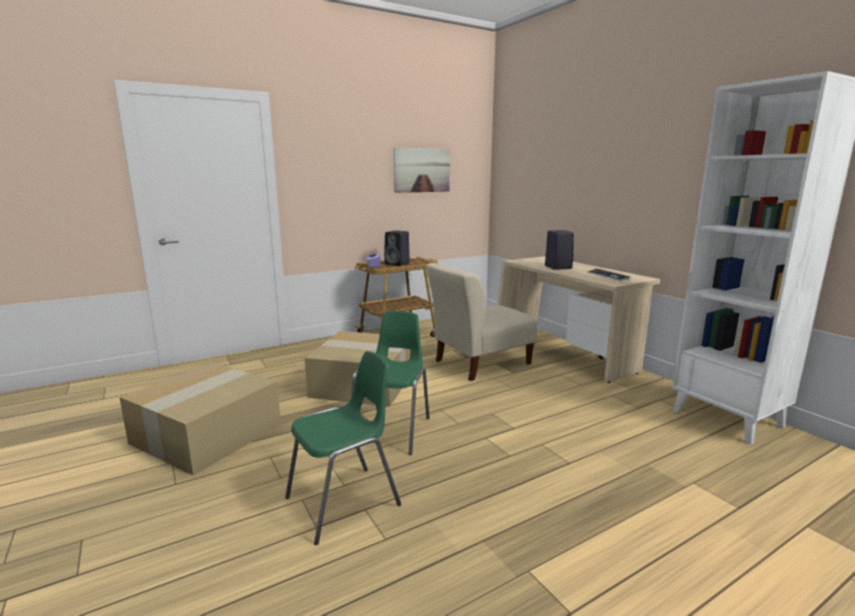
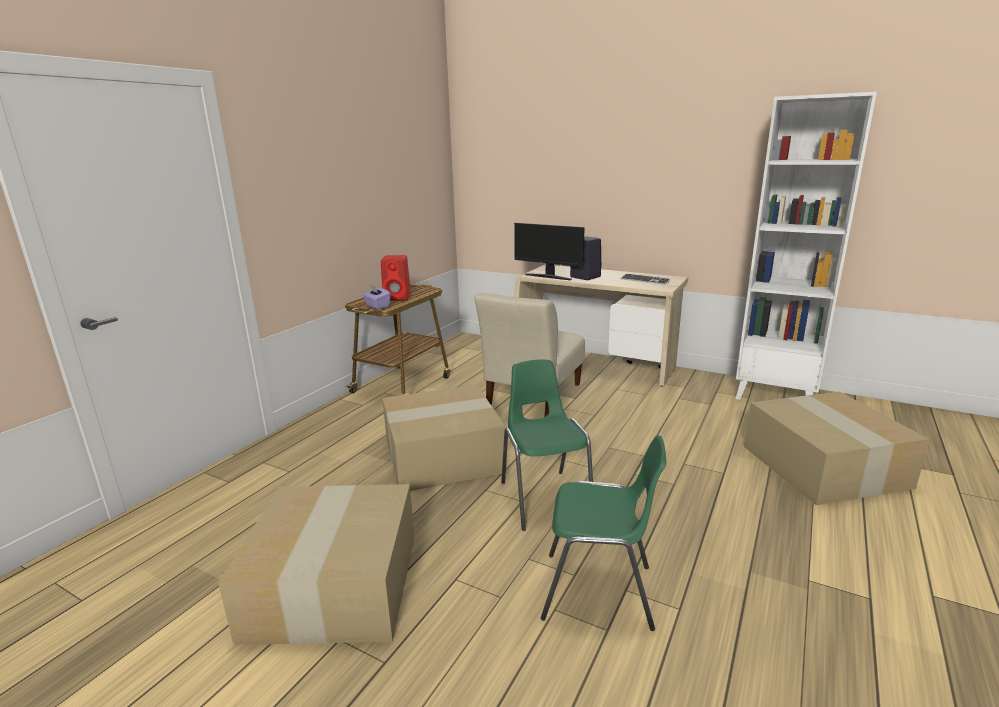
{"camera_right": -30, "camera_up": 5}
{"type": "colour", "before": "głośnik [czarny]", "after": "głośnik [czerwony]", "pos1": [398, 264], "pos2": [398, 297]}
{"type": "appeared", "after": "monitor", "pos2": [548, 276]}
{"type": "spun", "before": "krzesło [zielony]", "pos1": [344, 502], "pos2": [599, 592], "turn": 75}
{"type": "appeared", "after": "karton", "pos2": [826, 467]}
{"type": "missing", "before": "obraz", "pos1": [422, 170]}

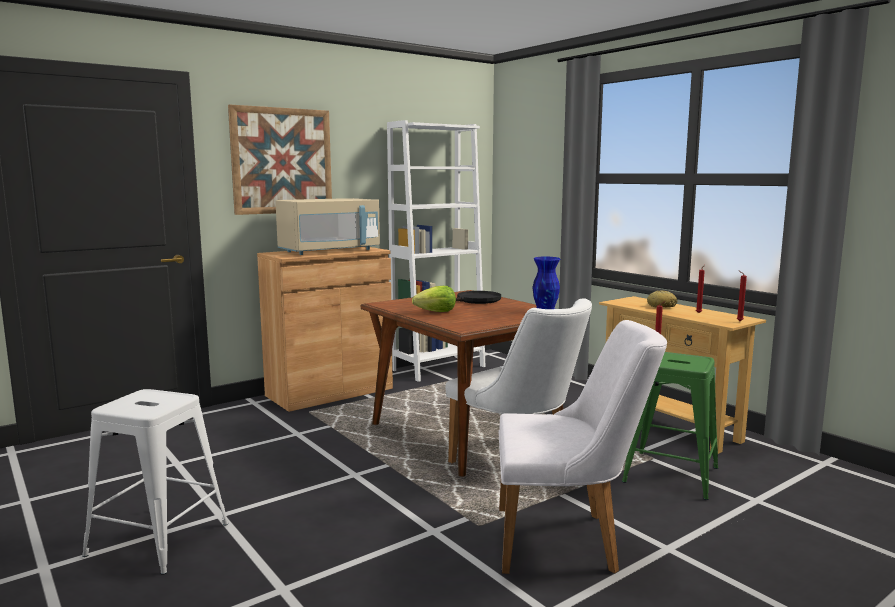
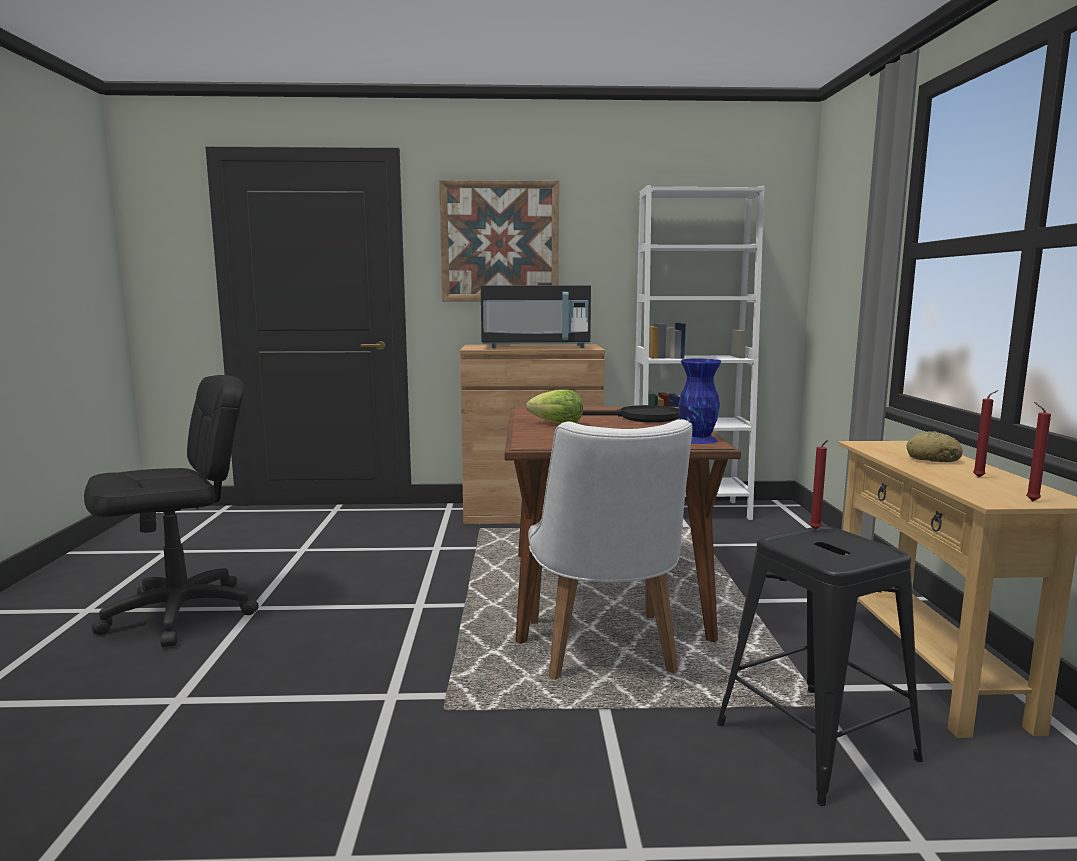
{"camera_right": 35, "camera_up": 0}
{"type": "exchanged", "before": "stołek [biały]", "after": "krzesło biurowe [czarny]", "pos1": [157, 539], "pos2": [181, 614]}
{"type": "colour", "before": "mikrofalówka [beżowy]", "after": "mikrofalówka [czarny]", "pos1": [329, 251], "pos2": [535, 347]}
{"type": "colour", "before": "stołek [zielony]", "after": "stołek [czarny]", "pos1": [670, 475], "pos2": [814, 741]}
{"type": "missing", "before": "krzesło [biały]", "pos1": [568, 541]}

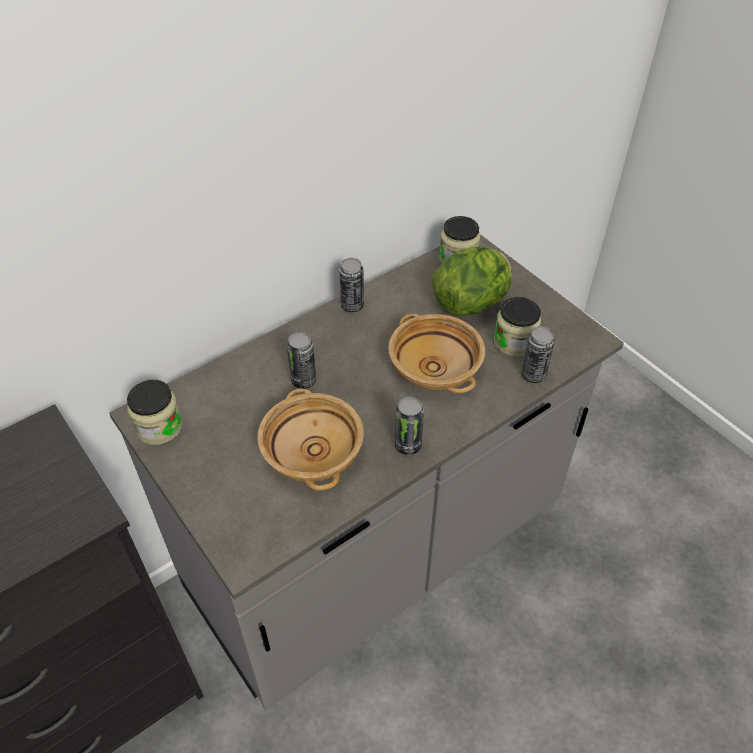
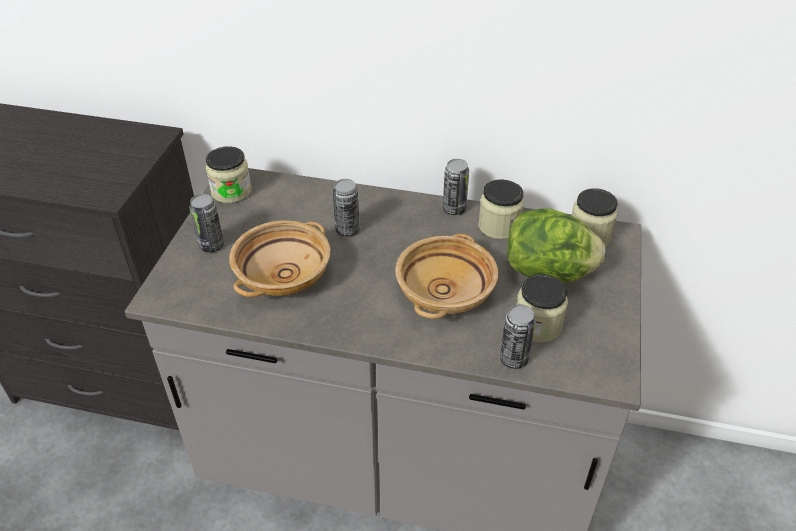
{"camera_right": 50, "camera_up": -5}
{"type": "relocated", "before": "puszka", "pos1": [408, 445], "pos2": [211, 245]}
{"type": "appeared", "after": "słoik", "pos2": [499, 226]}

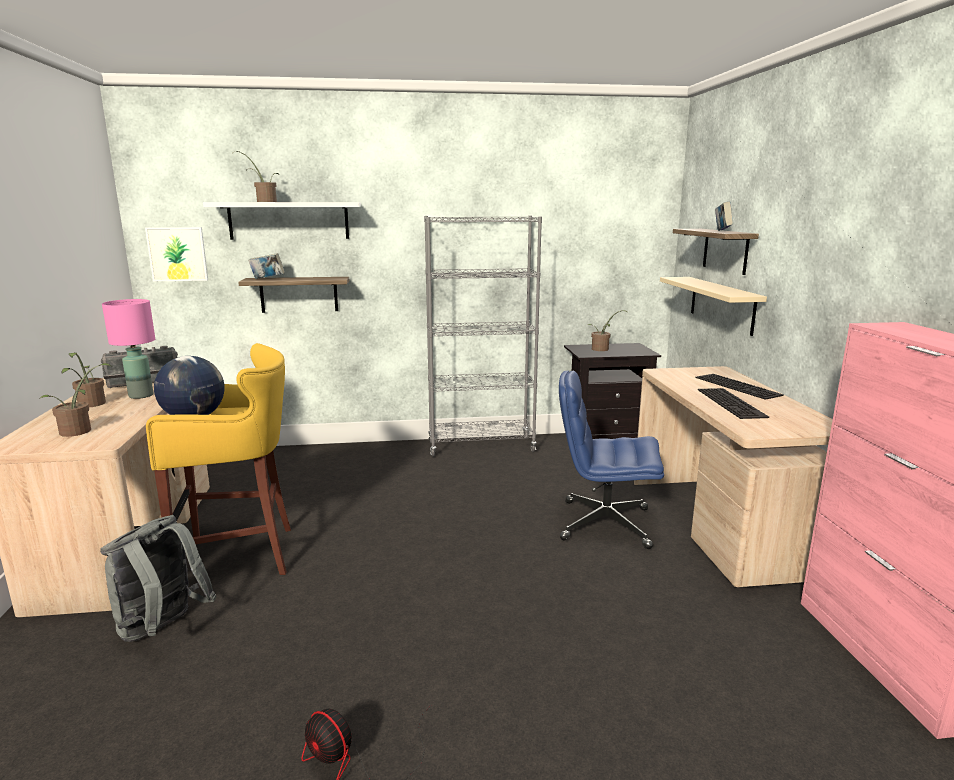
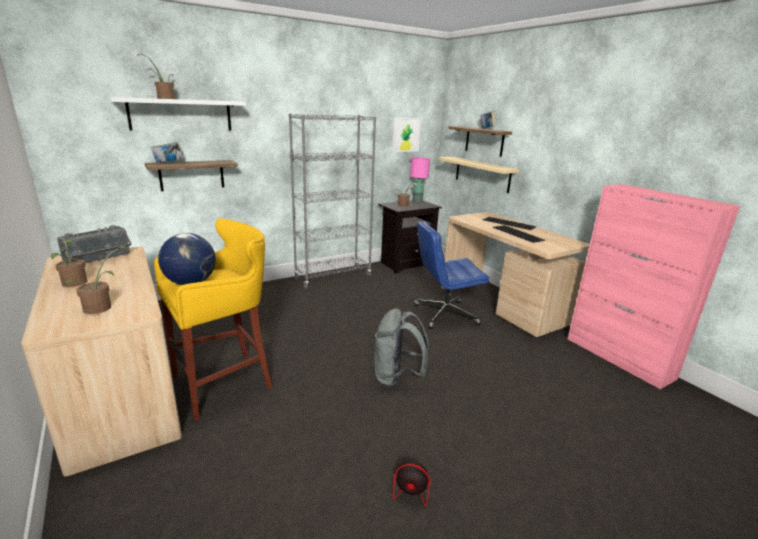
{"camera_right": -25, "camera_up": 5}
{"type": "relocated", "before": "plecak [szary]", "pos1": [162, 629], "pos2": [397, 377]}
{"type": "relocated", "before": "obraz", "pos1": [177, 254], "pos2": [405, 134]}
{"type": "relocated", "before": "lampa stołowa [różowy]", "pos1": [140, 395], "pos2": [417, 202]}

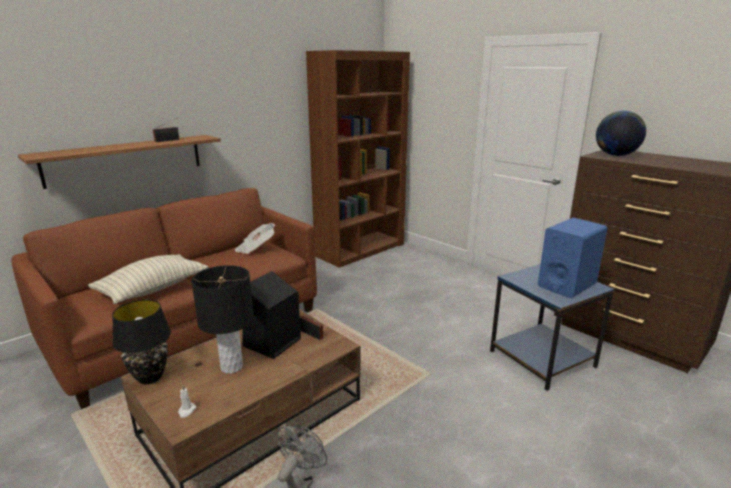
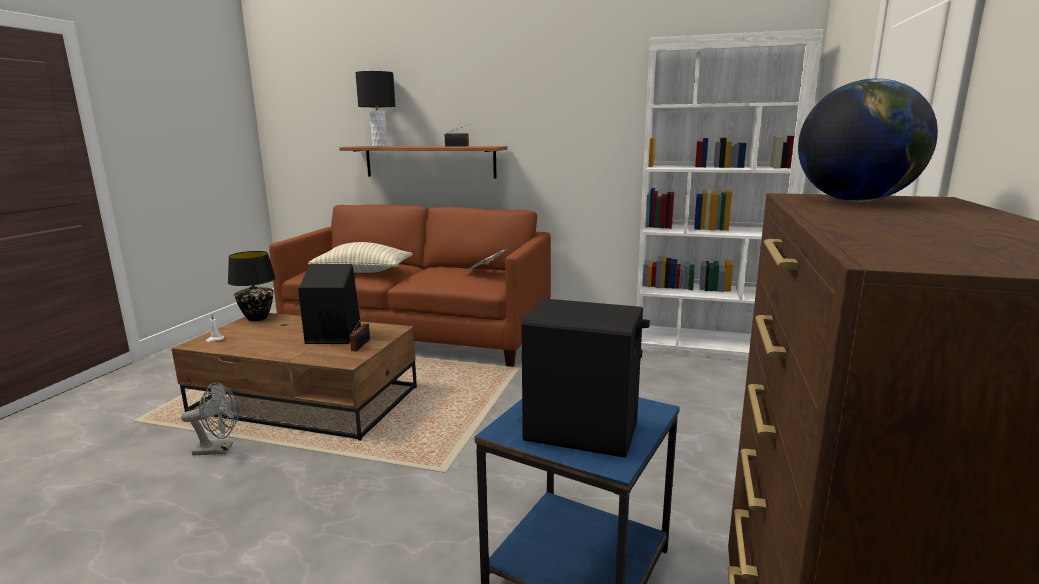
{"camera_right": 60, "camera_up": -5}
{"type": "relocated", "before": "lampa stołowa [czarny]", "pos1": [231, 367], "pos2": [379, 146]}
{"type": "colour", "before": "głośnik [niebieski]", "after": "głośnik [czarny]", "pos1": [567, 285], "pos2": [582, 432]}
{"type": "colour", "before": "regał [brązowy]", "after": "regał [biały]", "pos1": [361, 250], "pos2": [705, 346]}

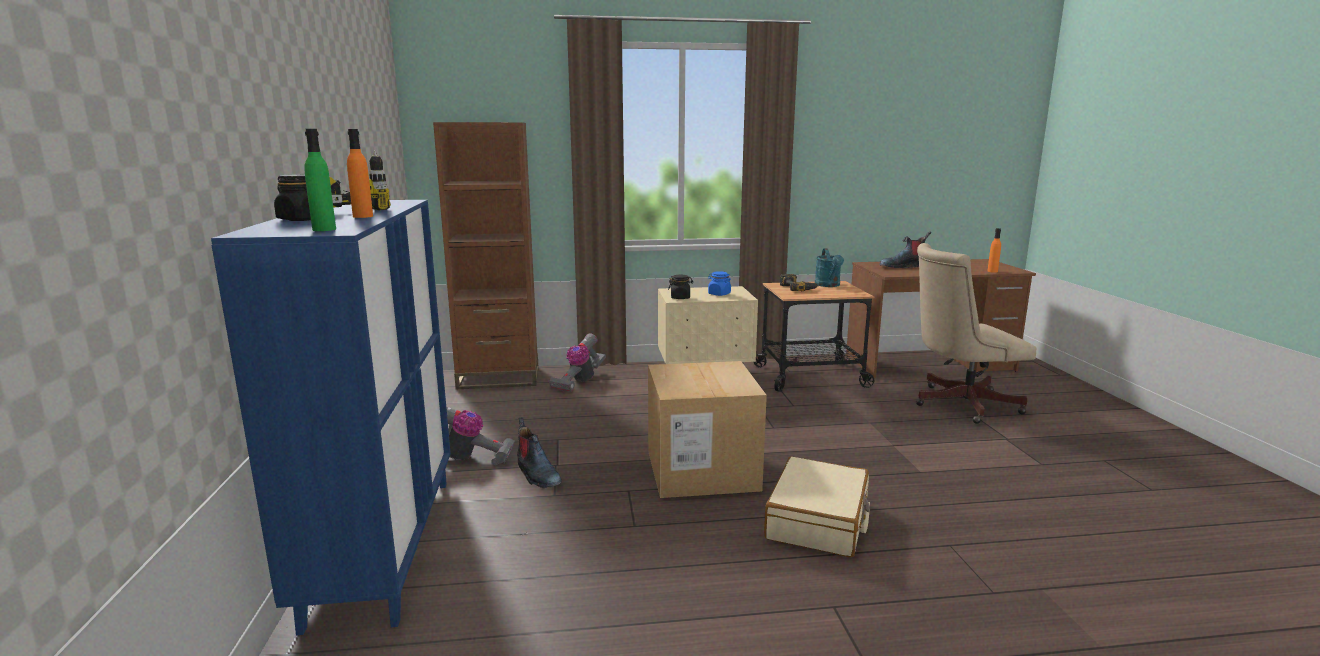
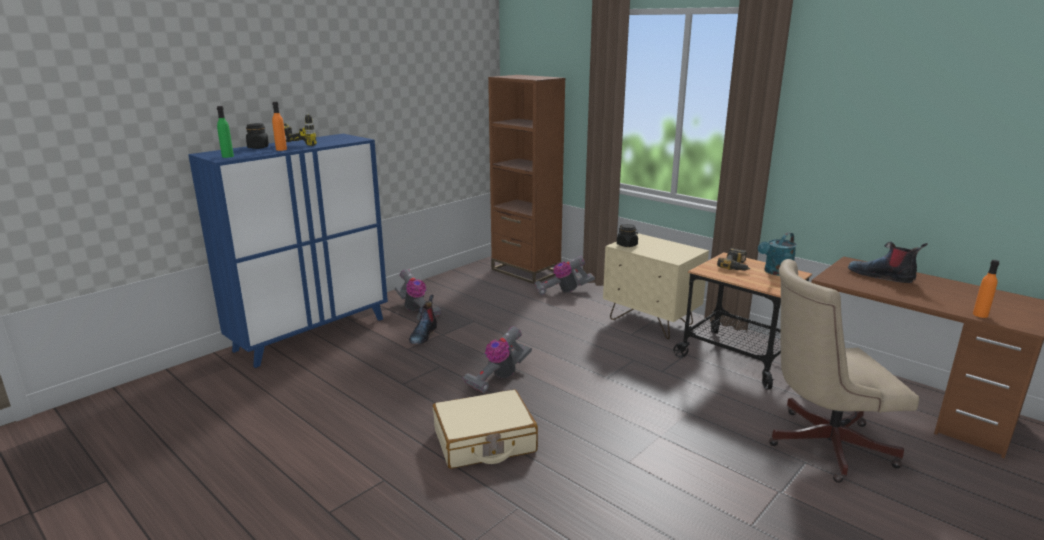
{"camera_right": 50, "camera_up": 5}
{"type": "exchanged", "before": "karton", "after": "odkurzacz", "pos1": [702, 470], "pos2": [499, 377]}
{"type": "spun", "before": "krzesło biurowe [beżowy]", "pos1": [958, 404], "pos2": [820, 444], "turn": -45}
{"type": "missing", "before": "słoik [niebieski]", "pos1": [719, 294]}

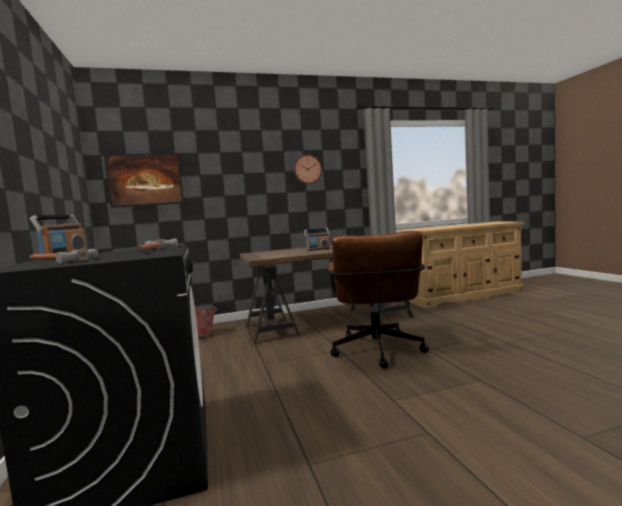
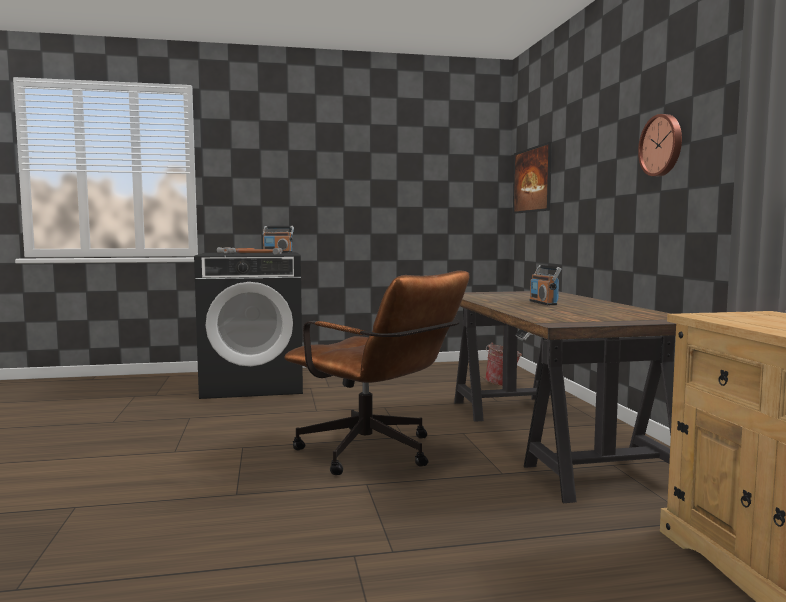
{"camera_right": 95, "camera_up": 0}
{"type": "spun", "before": "krzesło biurowe [brązowy]", "pos1": [378, 353], "pos2": [376, 454], "turn": -150}

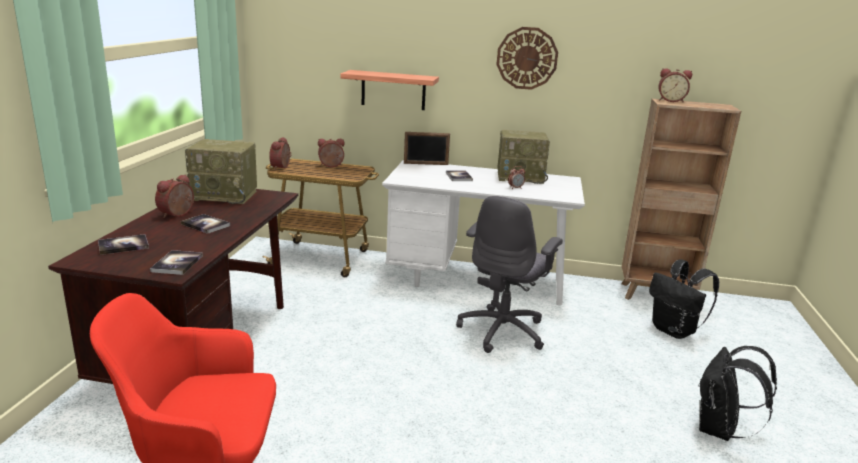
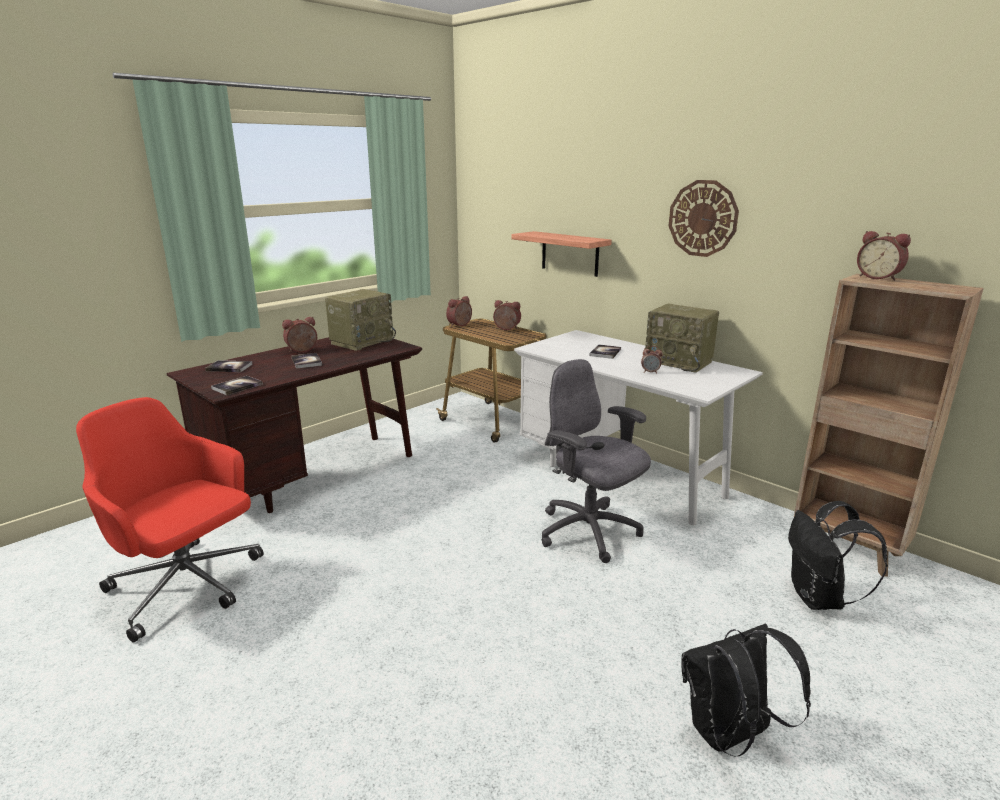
{"camera_right": 35, "camera_up": 0}
{"type": "spun", "before": "radio", "pos1": [226, 195], "pos2": [362, 341], "turn": -90}
{"type": "spun", "before": "krzesło biurowe [szary]", "pos1": [503, 331], "pos2": [589, 533], "turn": 75}
{"type": "missing", "before": "ramka na zdjęcie", "pos1": [426, 164]}

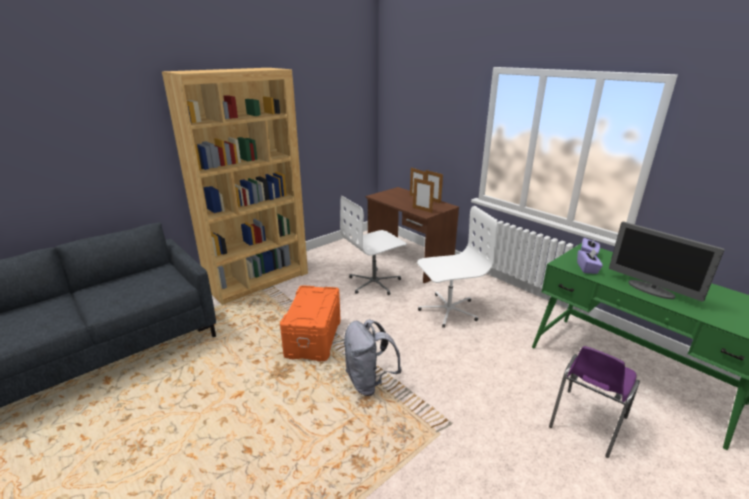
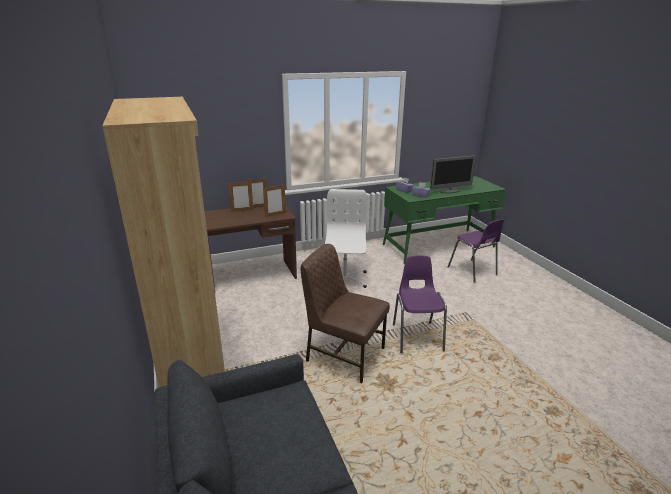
{"camera_right": -70, "camera_up": 0}
{"type": "exchanged", "before": "pojemnik do przechowywania [pomarańczowy]", "after": "krzesło [brązowy]", "pos1": [314, 337], "pos2": [344, 354]}
{"type": "exchanged", "before": "plecak [szary]", "after": "krzesło [fioletowy]", "pos1": [369, 382], "pos2": [416, 336]}
{"type": "missing", "before": "krzesło biurowe [biały]", "pos1": [374, 283]}

